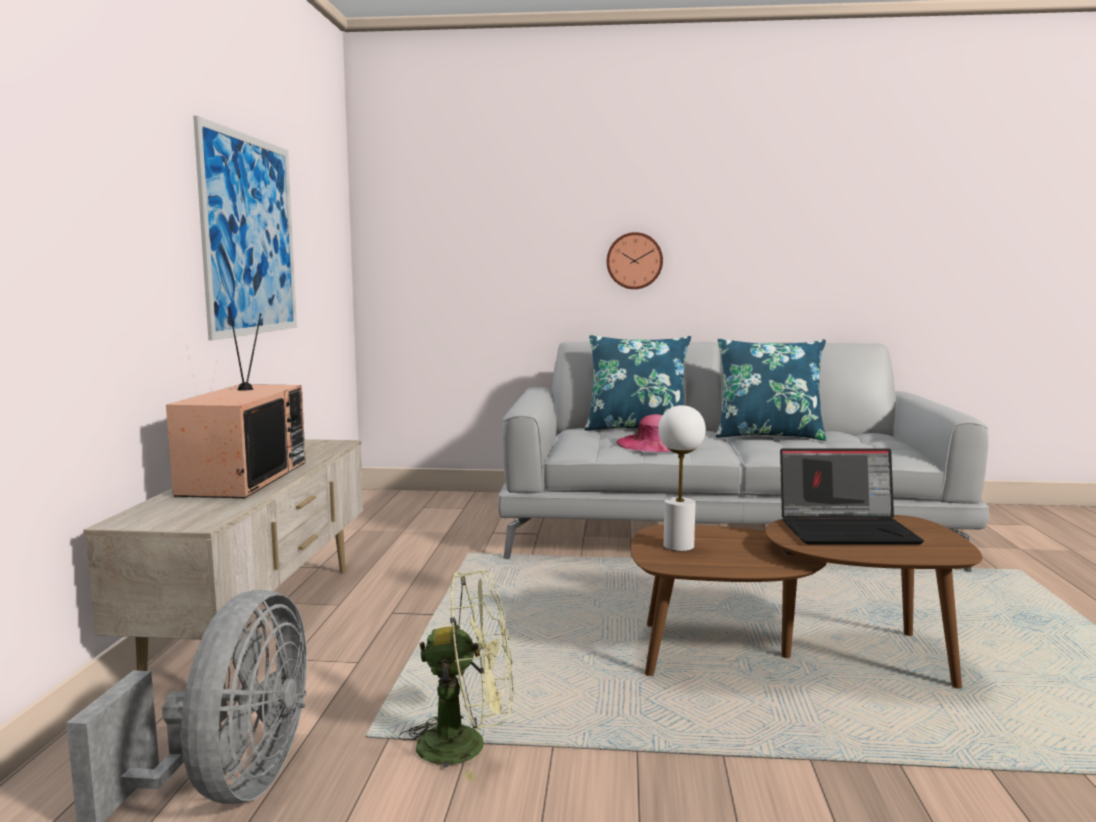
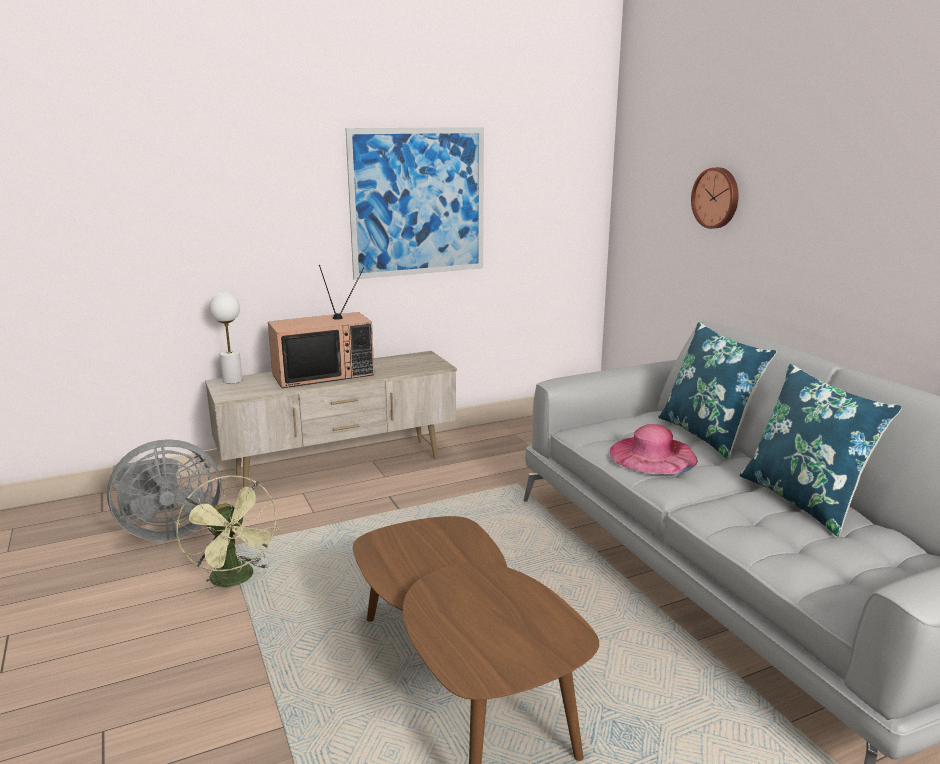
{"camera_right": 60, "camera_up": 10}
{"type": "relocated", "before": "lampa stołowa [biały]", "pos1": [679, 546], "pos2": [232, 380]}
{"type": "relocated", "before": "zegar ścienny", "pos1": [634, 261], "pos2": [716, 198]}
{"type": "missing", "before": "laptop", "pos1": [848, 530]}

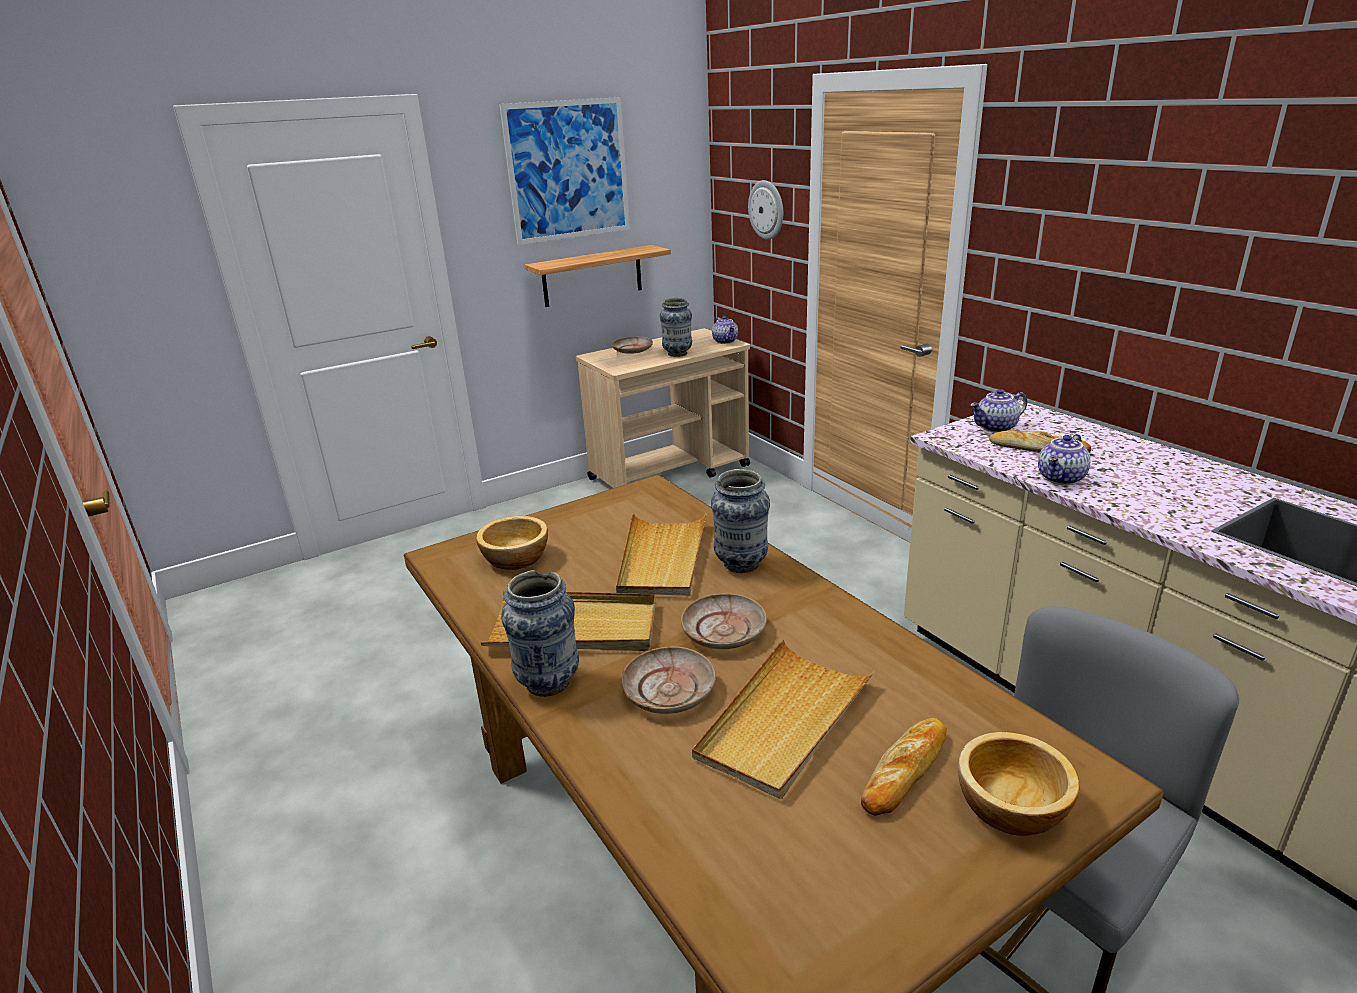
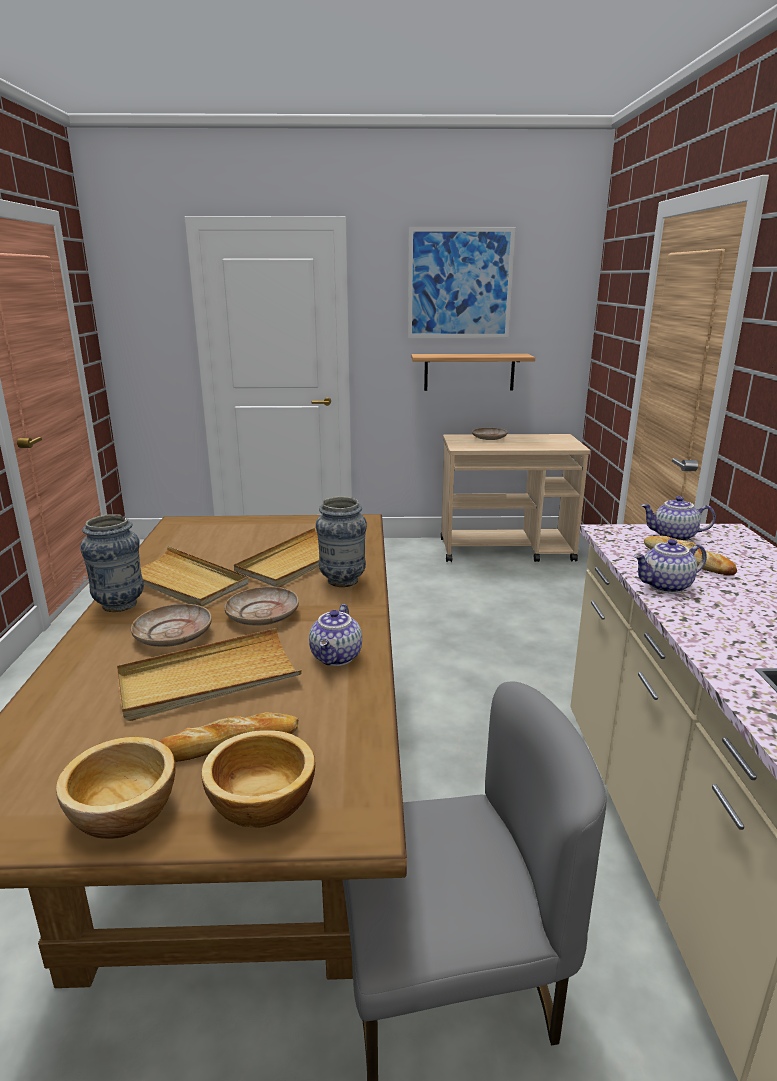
{"camera_right": 30, "camera_up": -5}
{"type": "relocated", "before": "miska", "pos1": [517, 558], "pos2": [125, 811]}
{"type": "relocated", "before": "imbryk", "pos1": [726, 341], "pos2": [337, 657]}
{"type": "missing", "before": "wazon", "pos1": [677, 354]}
{"type": "missing", "before": "zegar ścienny", "pos1": [767, 210]}

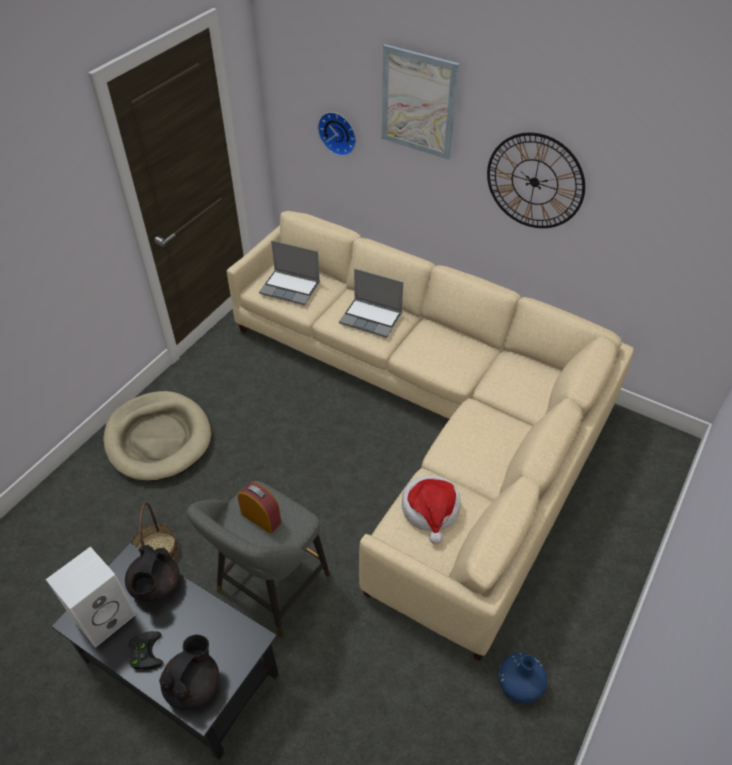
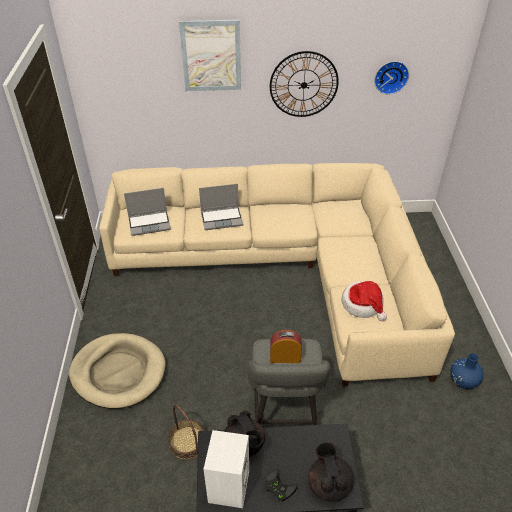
{"camera_right": -35, "camera_up": -5}
{"type": "relocated", "before": "zegar ścienny", "pos1": [338, 132], "pos2": [391, 76]}

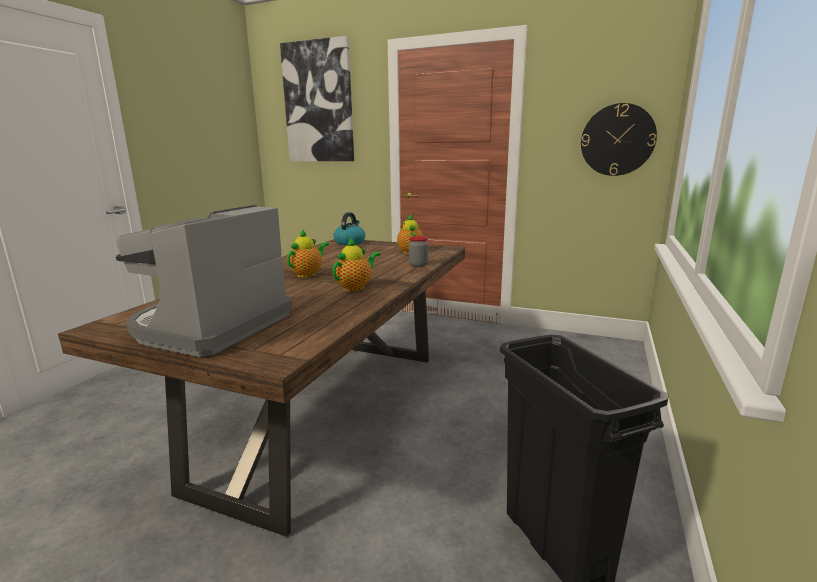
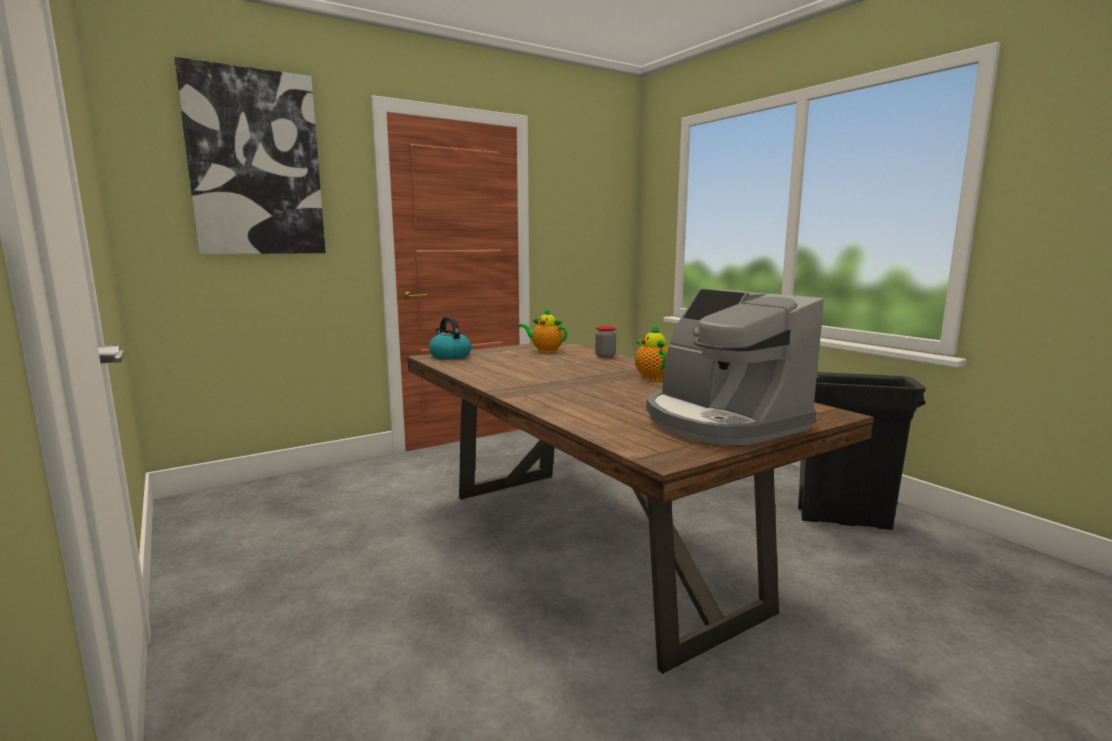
{"camera_right": -55, "camera_up": -5}
{"type": "missing", "before": "imbryk", "pos1": [308, 274]}
{"type": "missing", "before": "zegar ścienny", "pos1": [617, 140]}

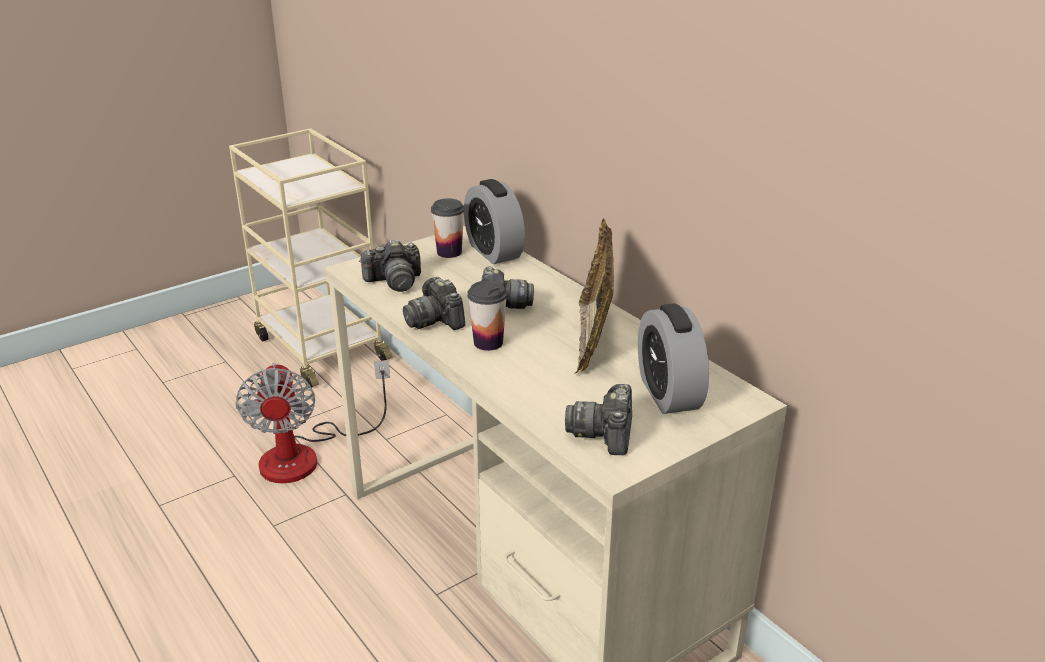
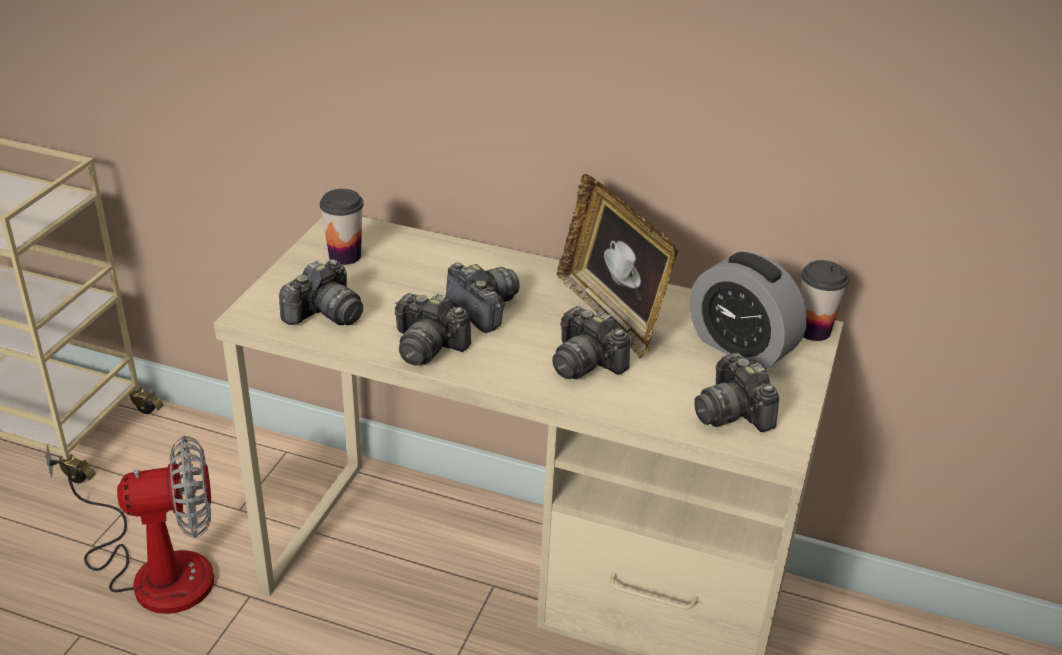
{"camera_right": -35, "camera_up": 5}
{"type": "spun", "before": "wentylator", "pos1": [306, 454], "pos2": [155, 568], "turn": -60}
{"type": "appeared", "after": "aparat fotograficzny", "pos2": [586, 362]}
{"type": "relocated", "before": "filiżanka", "pos1": [488, 343], "pos2": [813, 331]}
{"type": "missing", "before": "budzik", "pos1": [494, 251]}

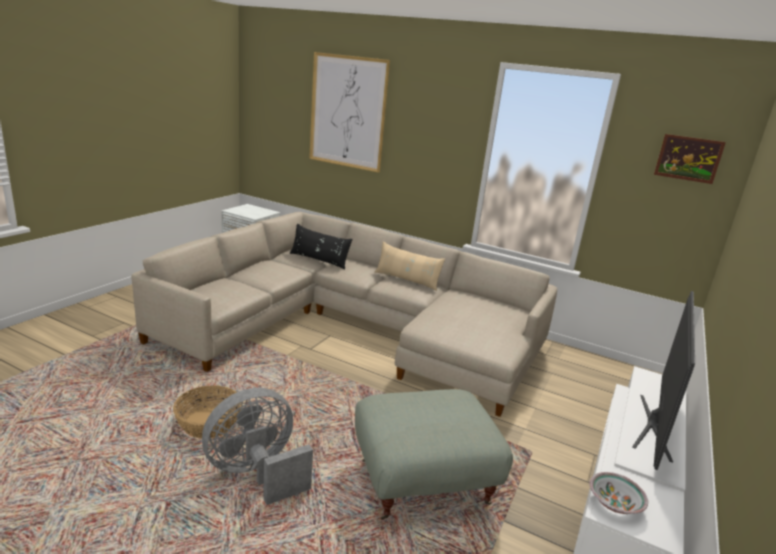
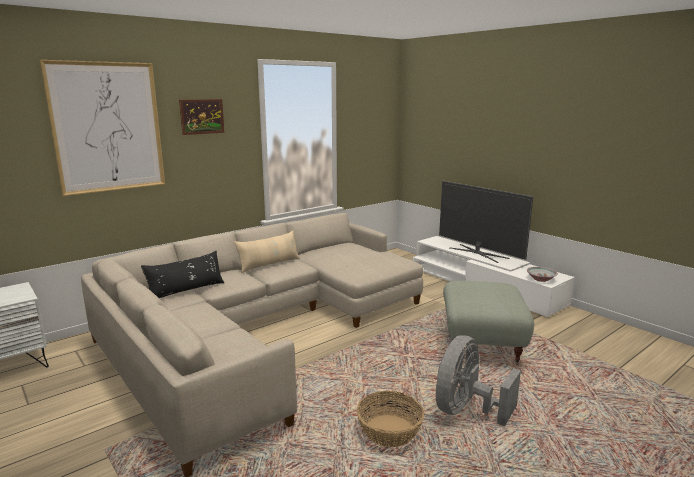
{"camera_right": -65, "camera_up": -5}
{"type": "relocated", "before": "obraz", "pos1": [688, 158], "pos2": [202, 116]}
{"type": "spun", "before": "wentylator [szary]", "pos1": [256, 473], "pos2": [466, 410], "turn": 45}

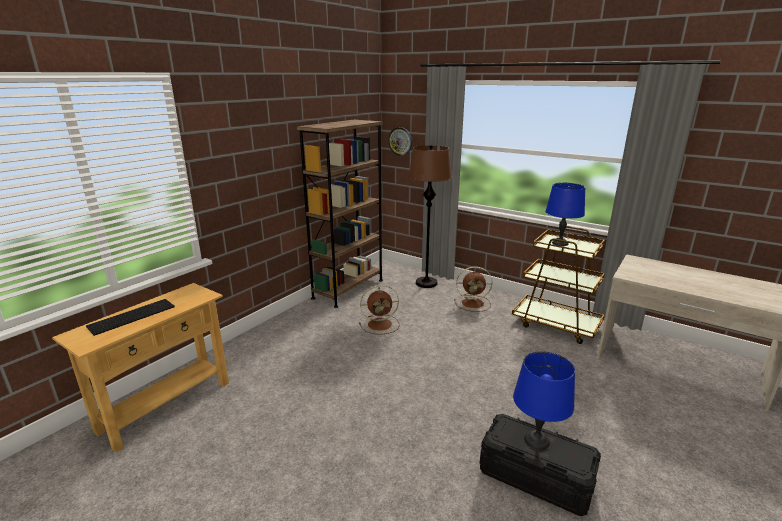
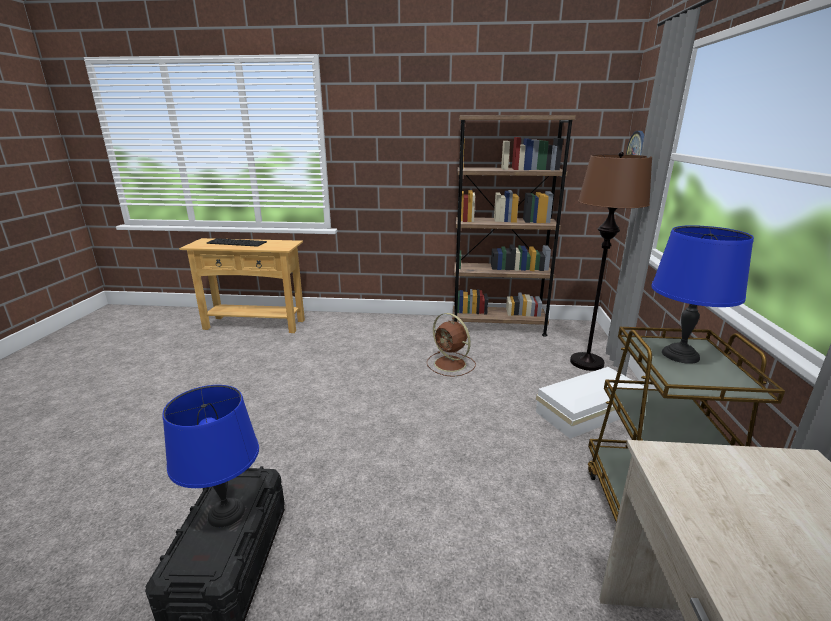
{"camera_right": 60, "camera_up": 0}
{"type": "exchanged", "before": "wentylator [brązowy]", "after": "pojemnik do przechowywania [biały]", "pos1": [473, 303], "pos2": [590, 411]}

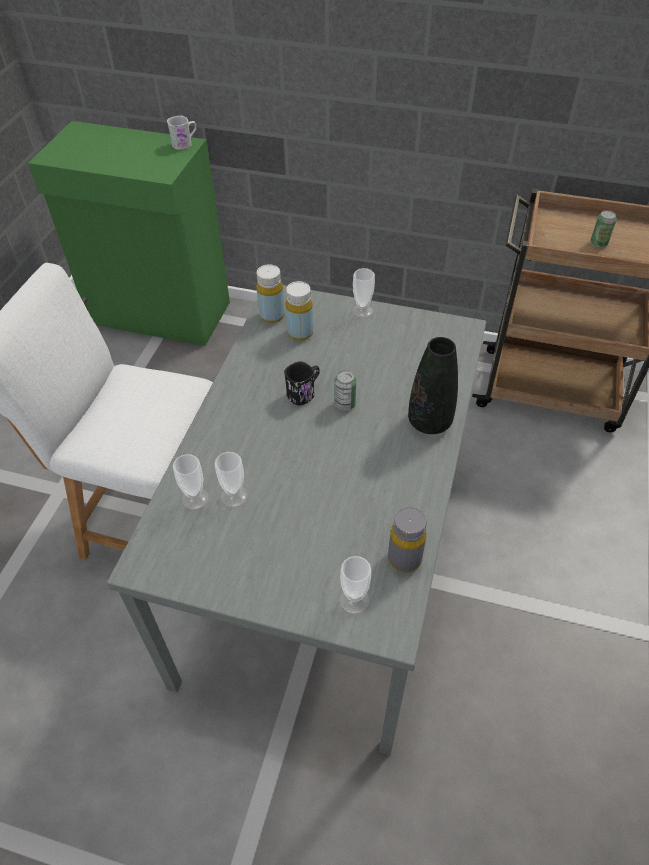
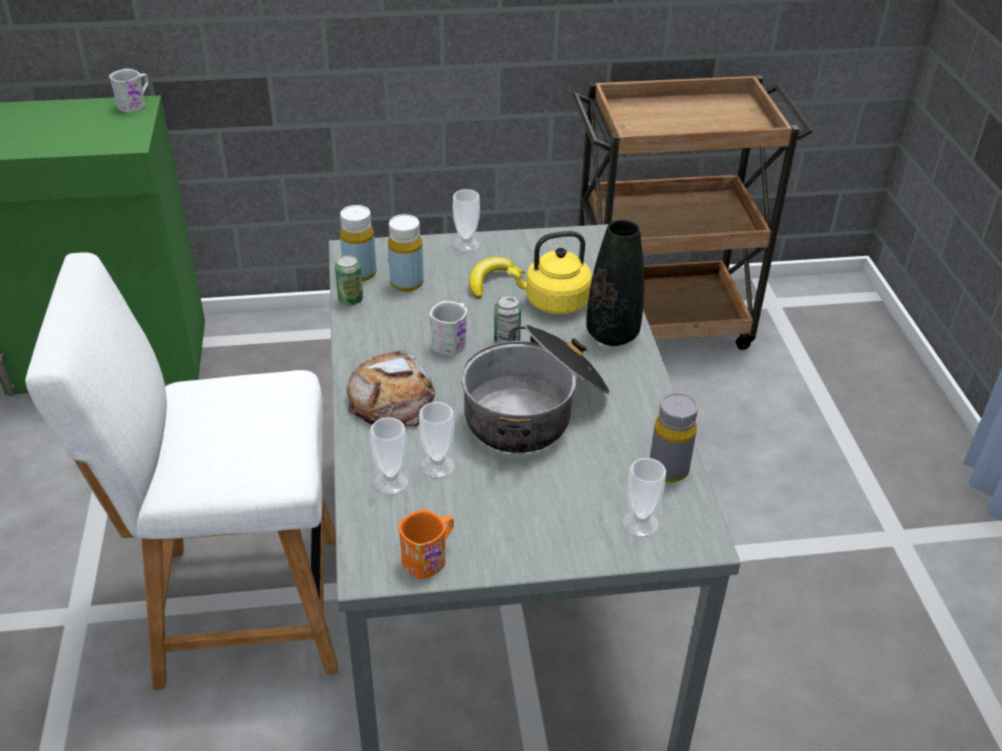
{"camera_right": -25, "camera_up": -10}
{"type": "relocated", "before": "puszka", "pos1": [598, 243], "pos2": [350, 300]}
{"type": "appeared", "after": "chleb", "pos2": [392, 399]}
{"type": "appeared", "after": "kubek [pomarańczowy]", "pos2": [430, 558]}
{"type": "colour", "before": "kubek [czarny]", "after": "kubek [biały]", "pos1": [304, 393], "pos2": [452, 342]}
{"type": "appeared", "after": "garnek", "pos2": [535, 410]}
{"type": "appeared", "after": "banan", "pos2": [491, 281]}
{"type": "appeared", "after": "czajnik [żółty]", "pos2": [553, 302]}

